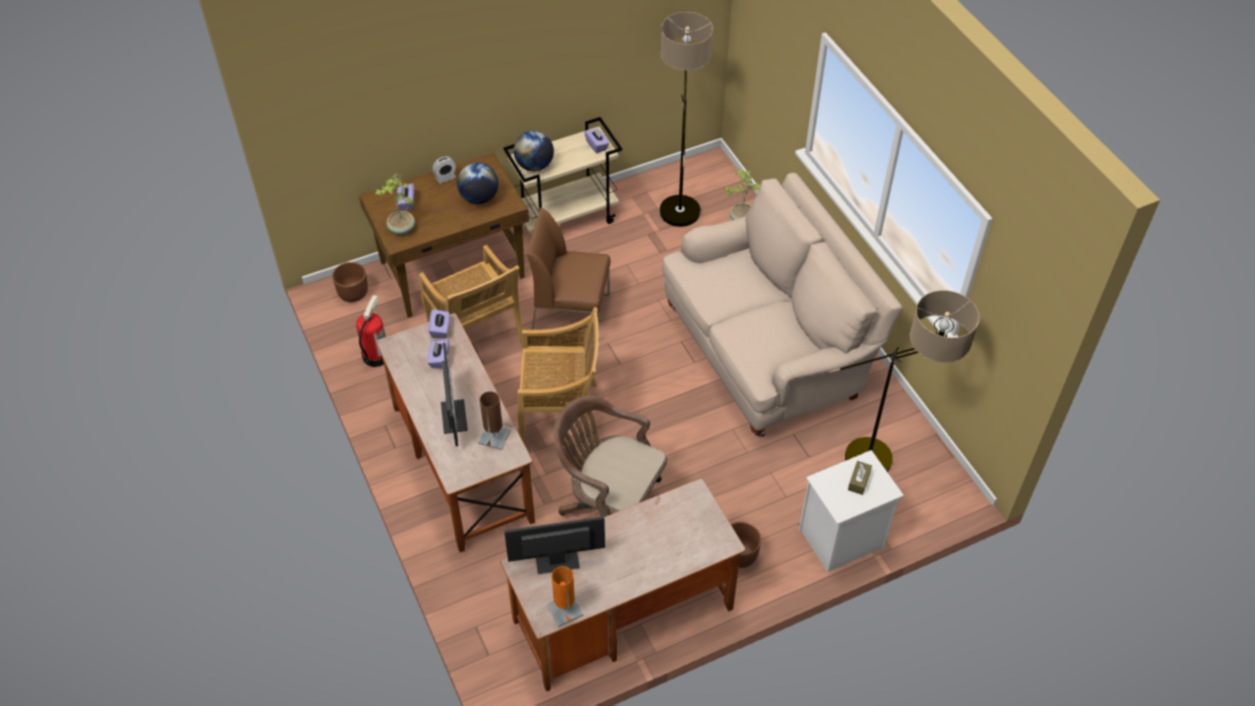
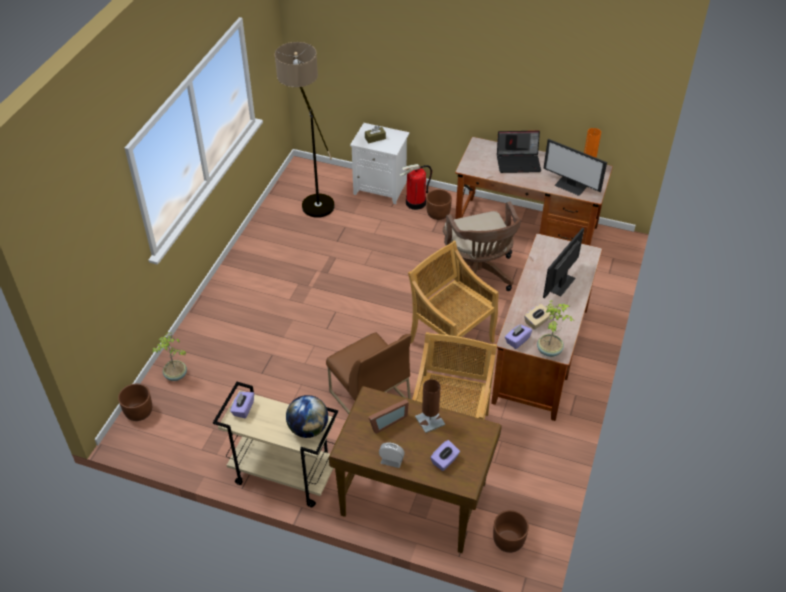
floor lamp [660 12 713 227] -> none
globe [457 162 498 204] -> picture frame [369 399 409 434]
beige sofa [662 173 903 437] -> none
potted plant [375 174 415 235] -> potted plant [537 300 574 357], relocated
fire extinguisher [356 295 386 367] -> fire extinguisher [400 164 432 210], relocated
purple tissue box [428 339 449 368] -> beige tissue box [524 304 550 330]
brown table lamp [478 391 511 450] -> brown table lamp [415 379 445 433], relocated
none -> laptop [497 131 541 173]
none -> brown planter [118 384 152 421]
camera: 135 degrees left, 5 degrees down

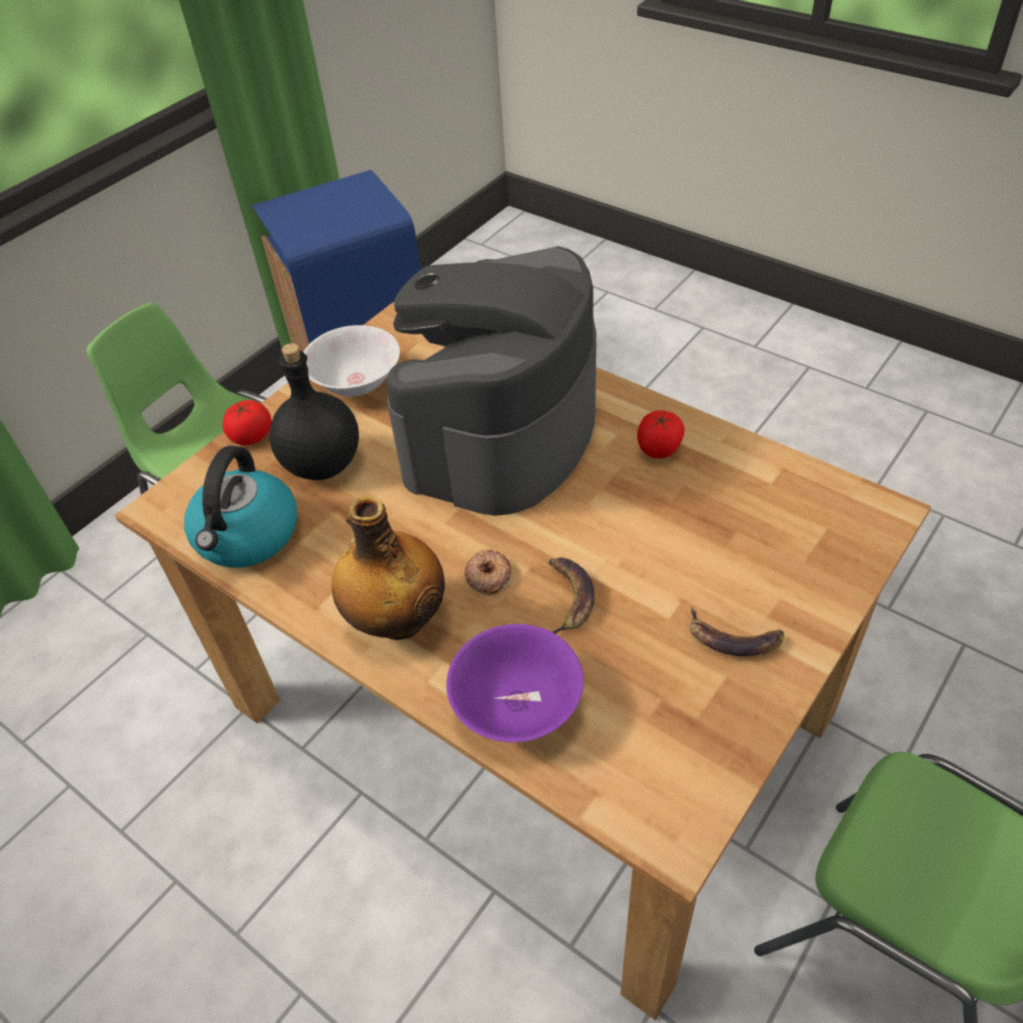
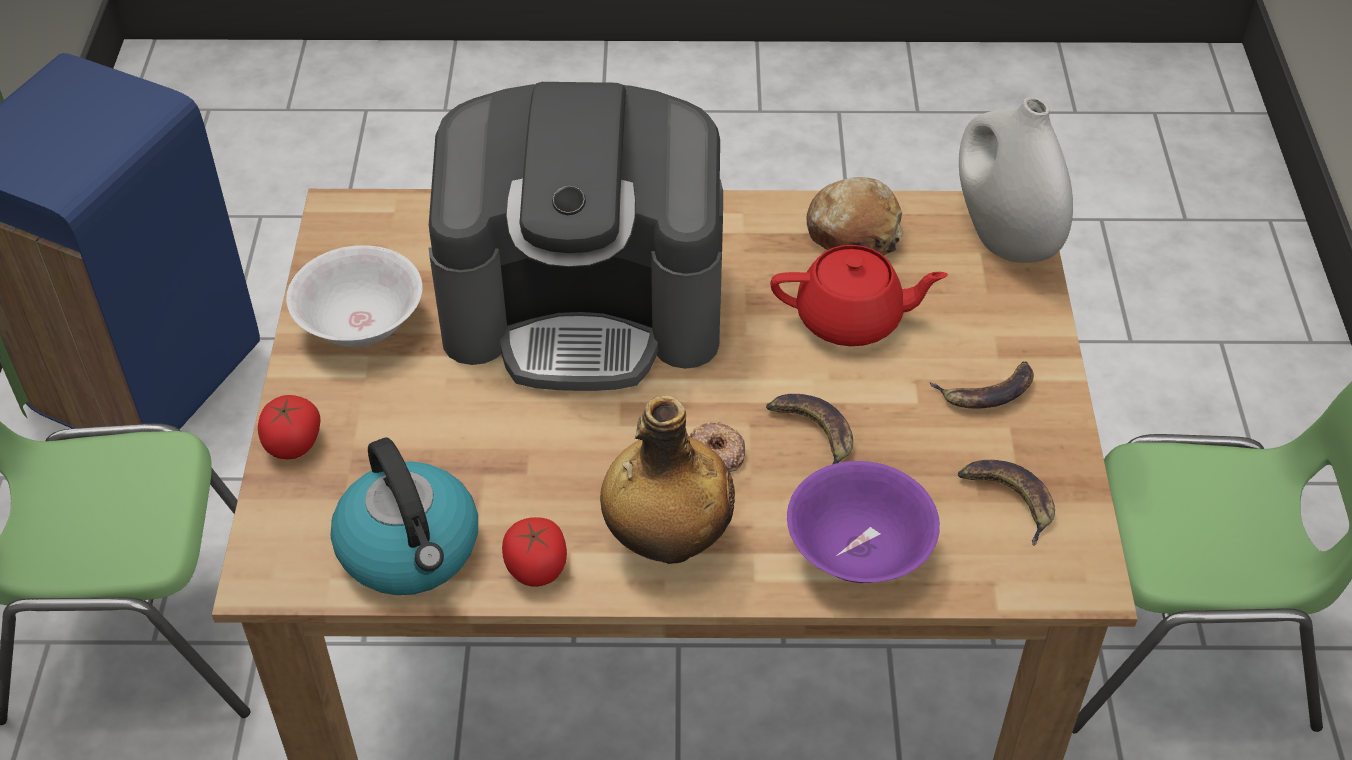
coffee machine [386 246 596 516] -> coffee machine [429 82 723 391], 75 degrees counterclockwise
black bottle [269 343 359 480] -> none
tomato [637 410 685 459] -> tomato [502 517 567 587], relocated
none -> white vase [959 97 1073 263]
none -> bread [807 177 904 256]
none -> red teapot [770 245 948 346]
none -> banana [958 460 1055 546]
camera: 40 degrees left, 0 degrees up

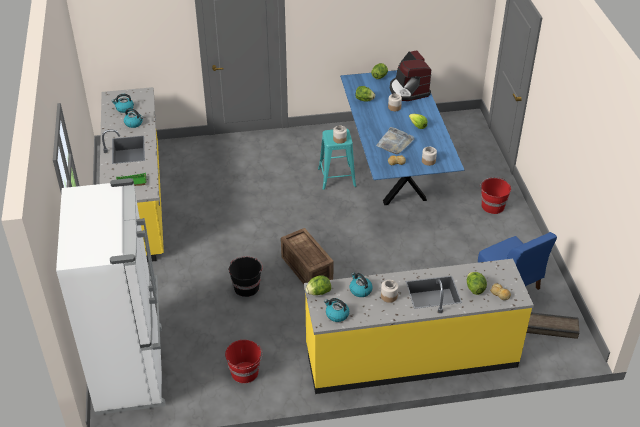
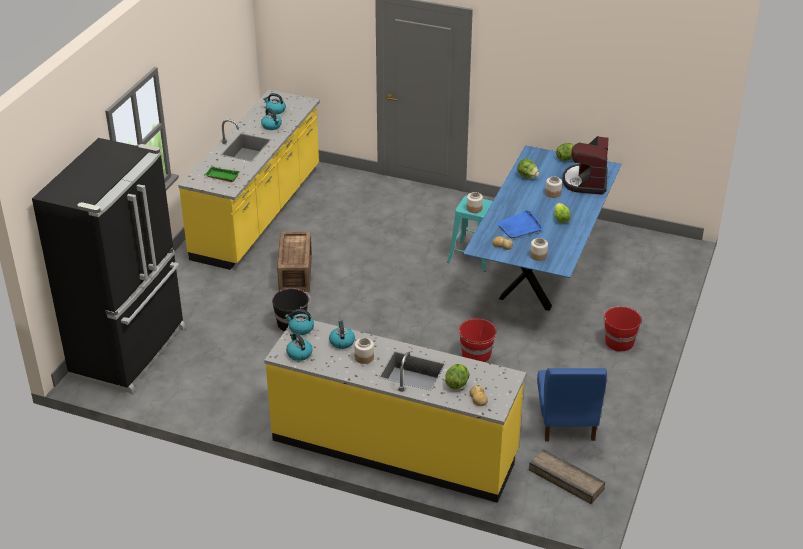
grey tray [376 127 415 154] -> blue tray [496 210 543 239]
white fridge [56 178 165 415] -> black fridge [32 138 186 394]
crate [281 228 334 284] -> crate [277 231 312 292], relocated
lettuce [306 275 331 295] -> kettle [285 309 314 335]
red bucket [225 340 263 383] -> red bucket [459 319 497 362], relocated
camera: 30 degrees right, 5 degrees down

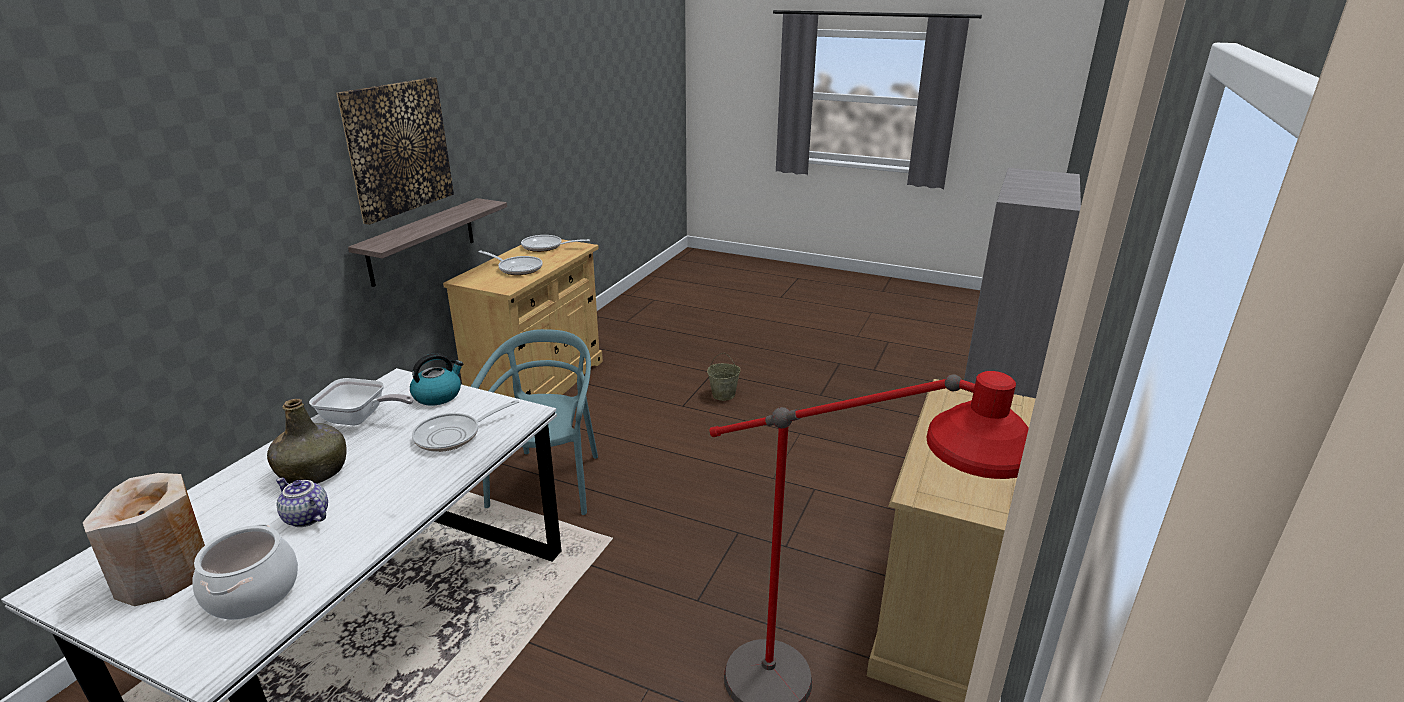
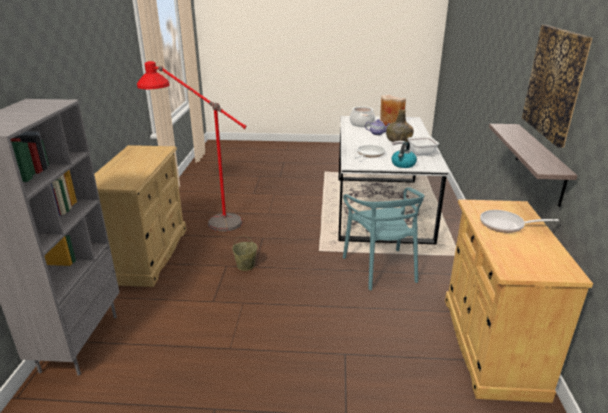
frying pan [521 235 590 252] -> none
beige bucket [707 353 740 401] -> beige bucket [232 235 258 271], relocated
camera: 160 degrees right, 0 degrees up

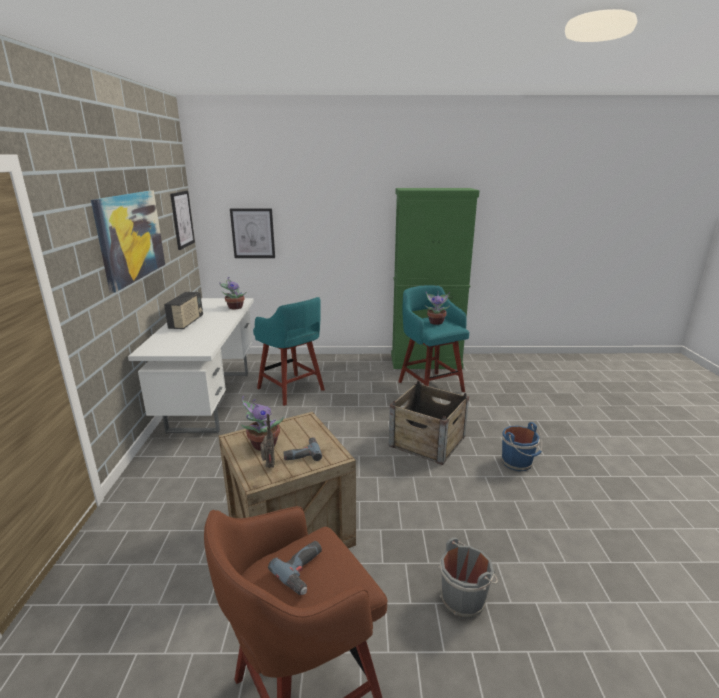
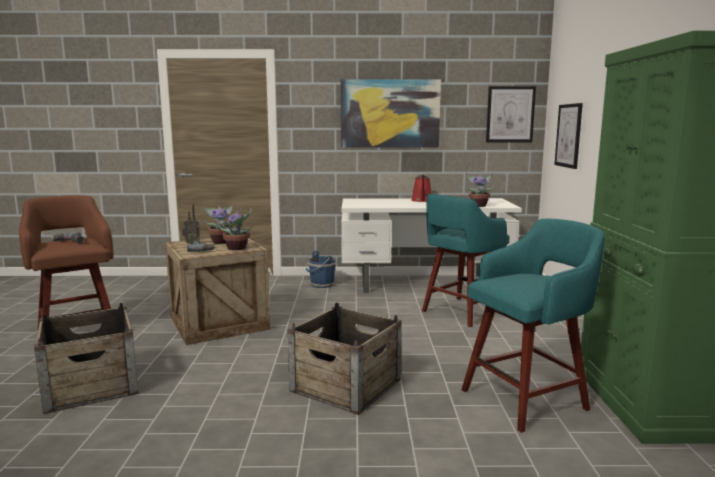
radio [164 292 203 329] -> red watering can [411 175 432 202]
potted plant [425 292 450 325] -> potted plant [219 207 252 250], relocated
blue bucket [501 422 542 471] -> blue bucket [306 251 337 288], relocated
grey bucket [438 537 498 618] -> crate [34 303 139 414]
camera: 90 degrees right, 10 degrees down

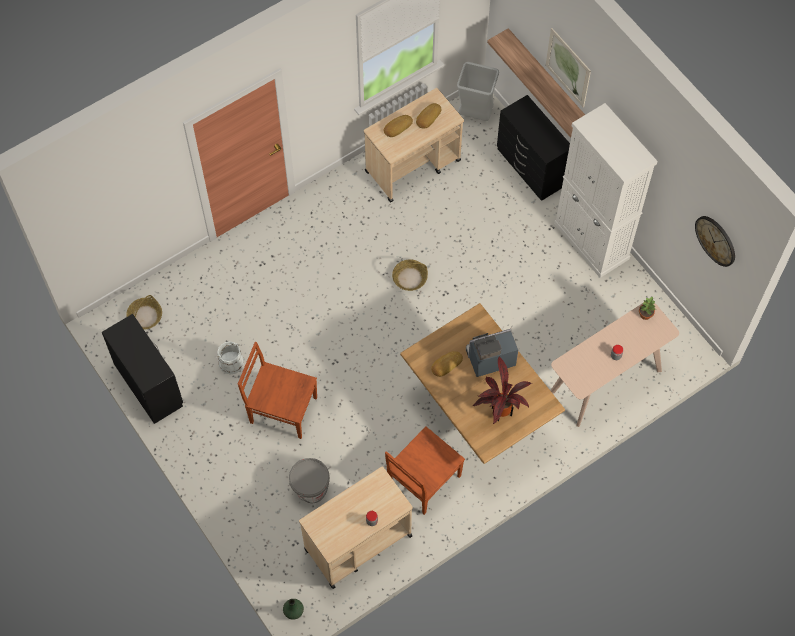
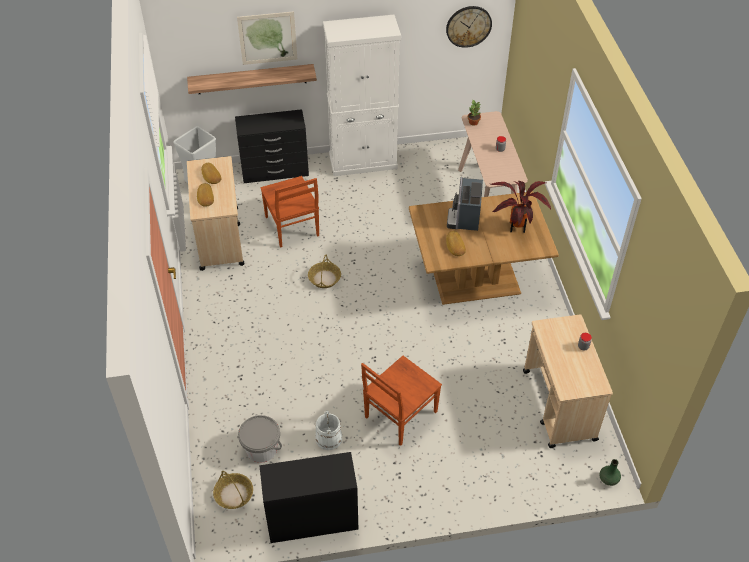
brown chair [385 427 465 515] -> brown chair [260 176 319 248], relocated
grey bucket [289 458 330 503] -> grey bucket [238 415 282 463], relocated
camera: 65 degrees left, 15 degrees down

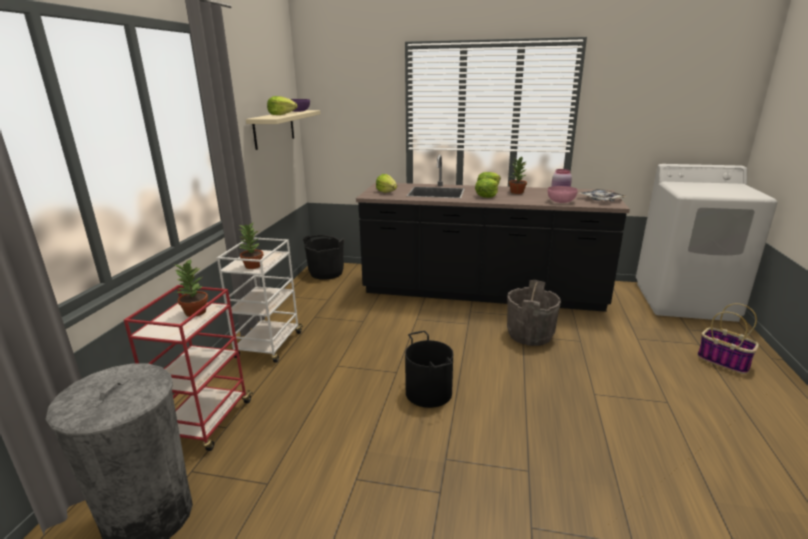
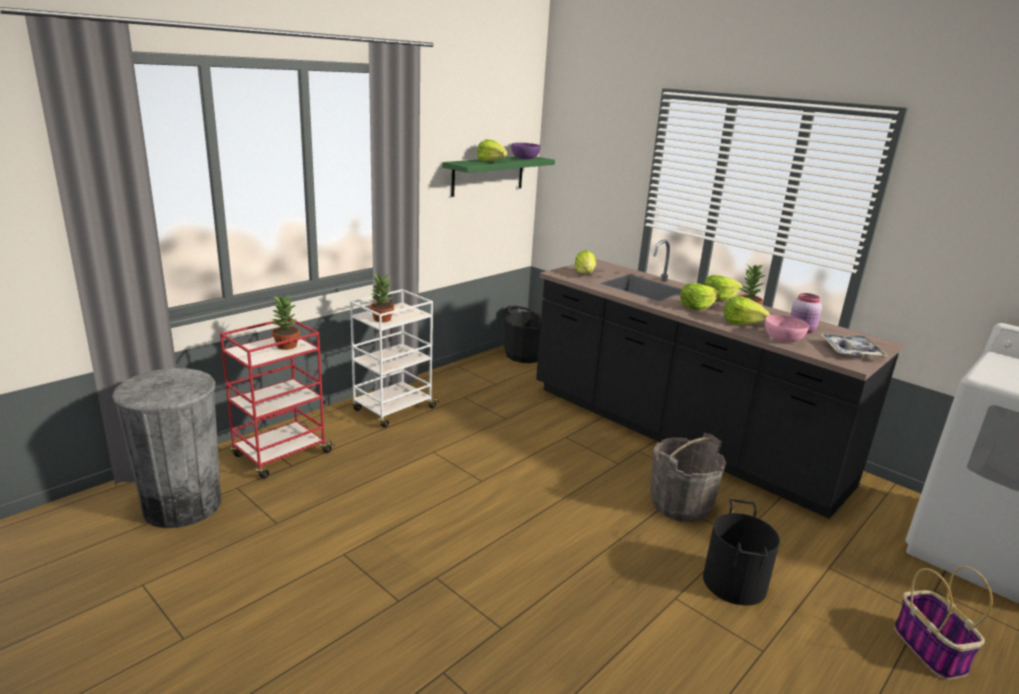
beige shelf [246 110 320 150] -> green shelf [442 157 555 197]
black bucket [405 331 453 408] -> black bucket [703 499 780 605], relocated
none -> lettuce [724 296 770 325]
camera: 30 degrees right, 0 degrees up

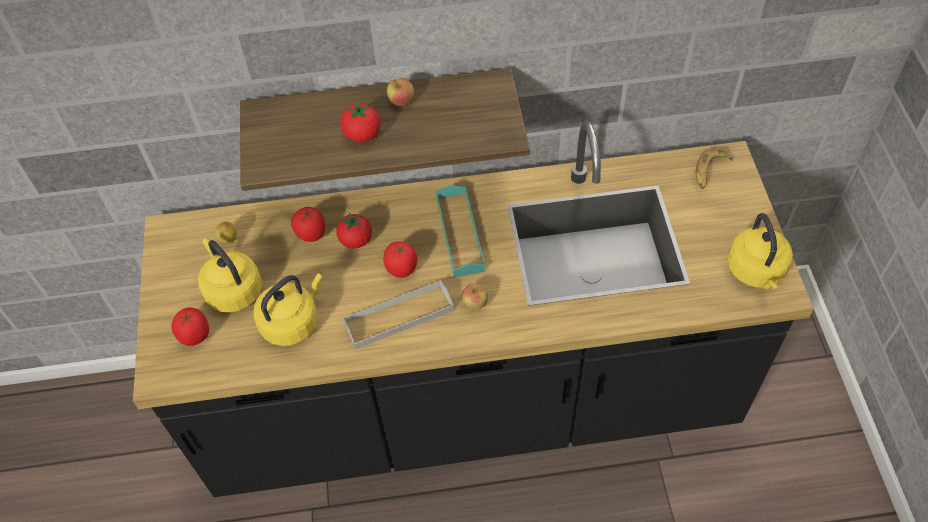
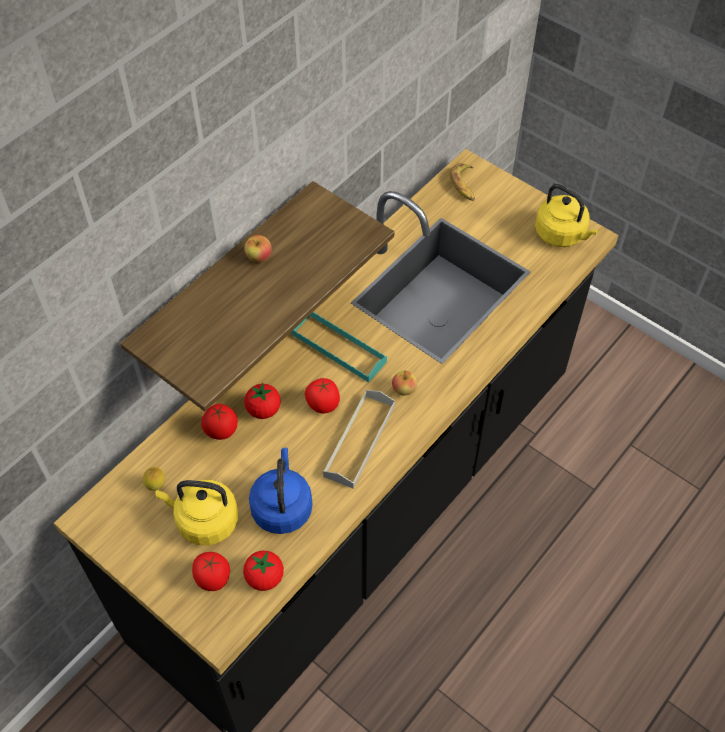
tomato [340 101 381 142] -> tomato [243 551 284 591], relocated
yellow kettle [253 273 323 346] -> blue kettle [249 447 313 534]
camera: 45 degrees left, 0 degrees up

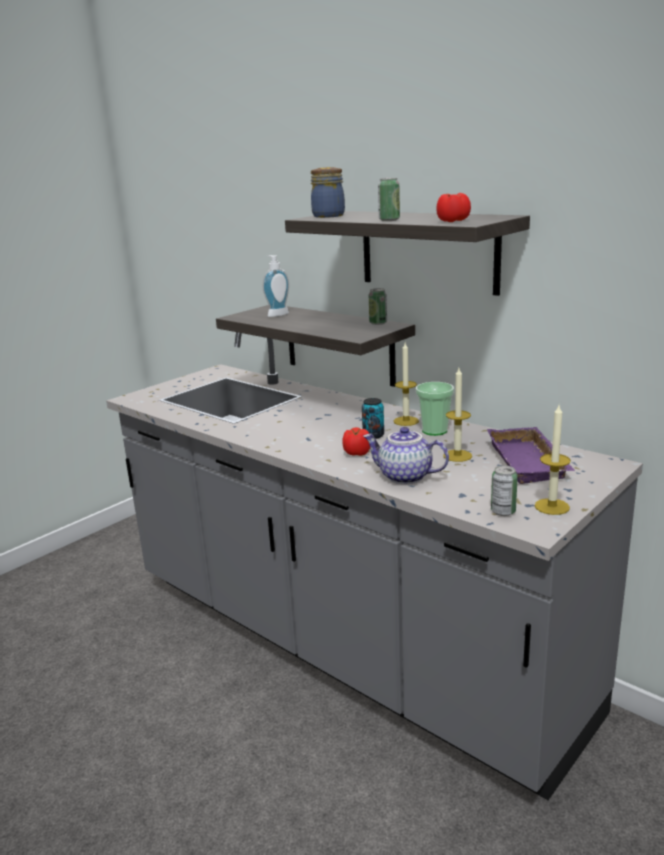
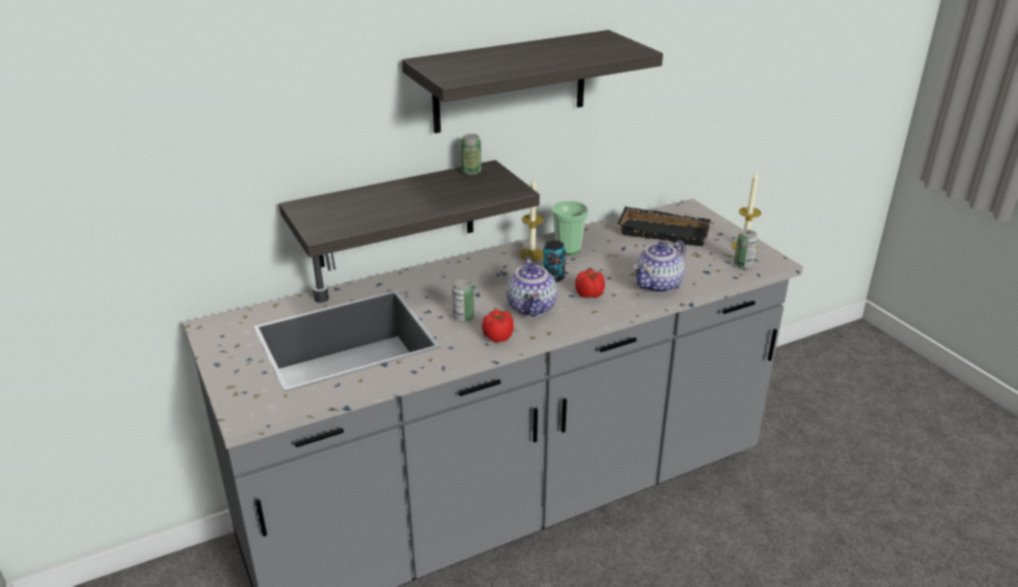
jar [311 167 345 218] -> none
can [378 178 400 221] -> can [452 279 474 322], relocated
tomato [436 193 471 222] -> tomato [482 310 514 342], relocated
soap dispenser [263 255 289 317] -> none
candle [443 368 472 462] -> none
purple tray [487 427 575 484] -> black tray [617 206 711 246]
none -> teapot [506 257 557 316]
camera: 70 degrees left, 10 degrees up

